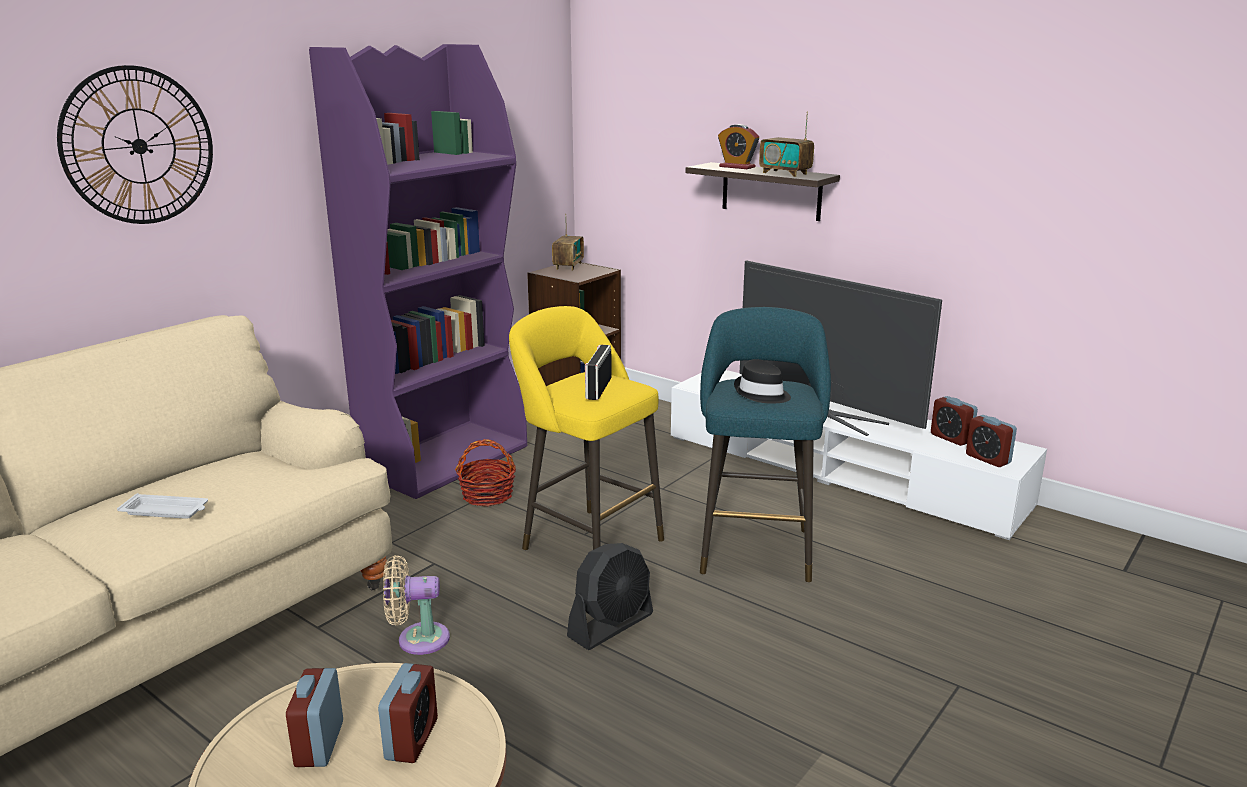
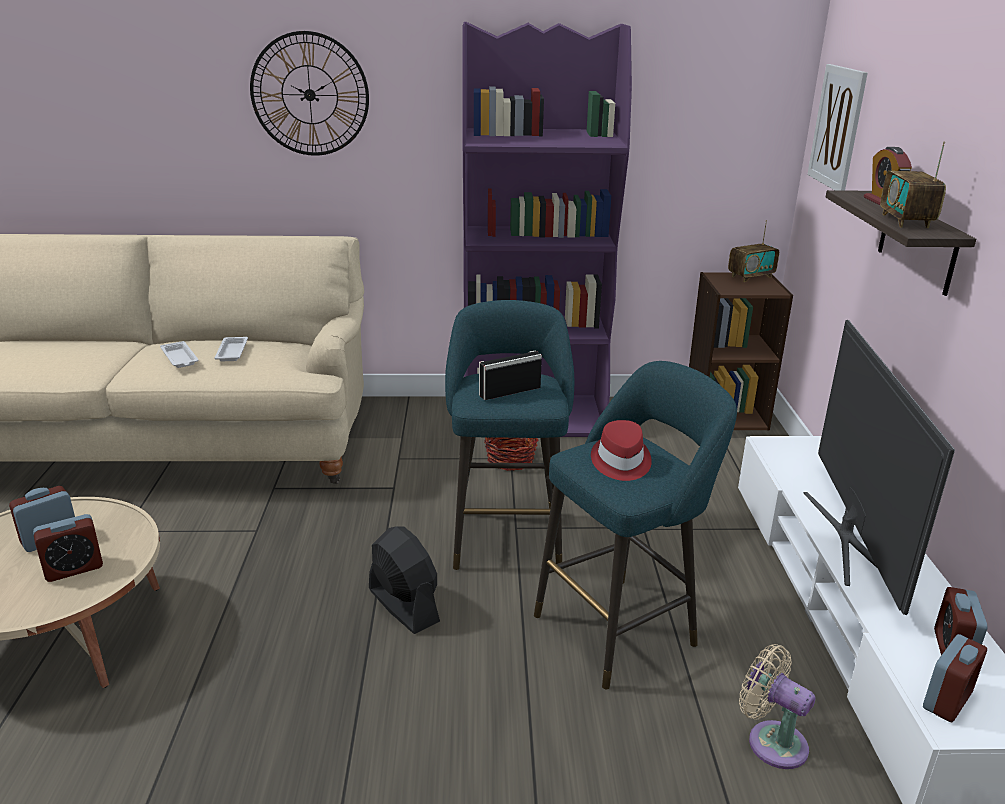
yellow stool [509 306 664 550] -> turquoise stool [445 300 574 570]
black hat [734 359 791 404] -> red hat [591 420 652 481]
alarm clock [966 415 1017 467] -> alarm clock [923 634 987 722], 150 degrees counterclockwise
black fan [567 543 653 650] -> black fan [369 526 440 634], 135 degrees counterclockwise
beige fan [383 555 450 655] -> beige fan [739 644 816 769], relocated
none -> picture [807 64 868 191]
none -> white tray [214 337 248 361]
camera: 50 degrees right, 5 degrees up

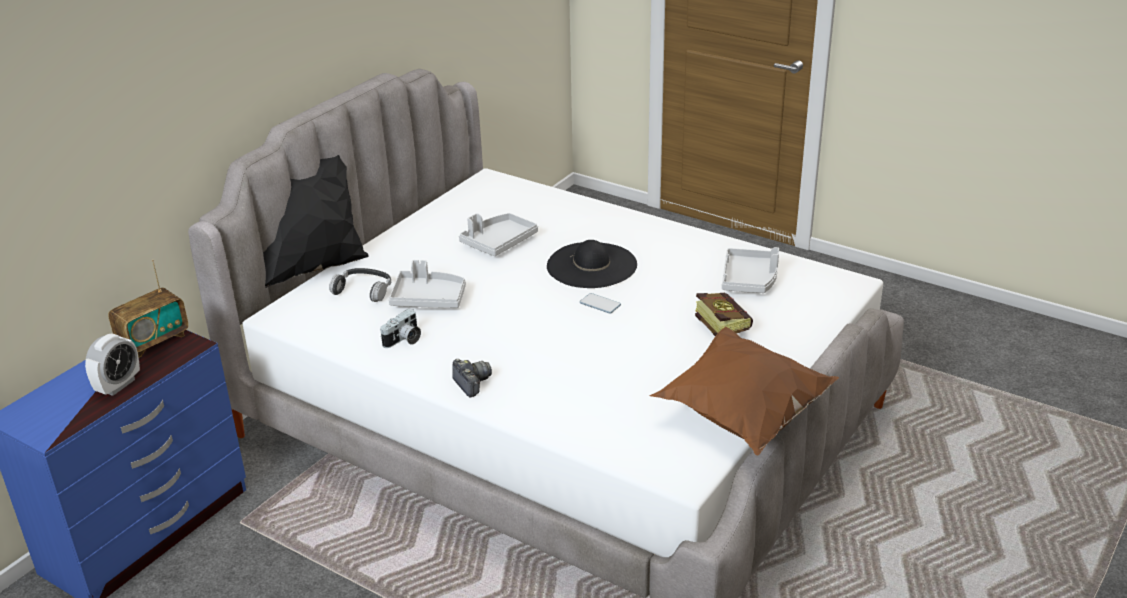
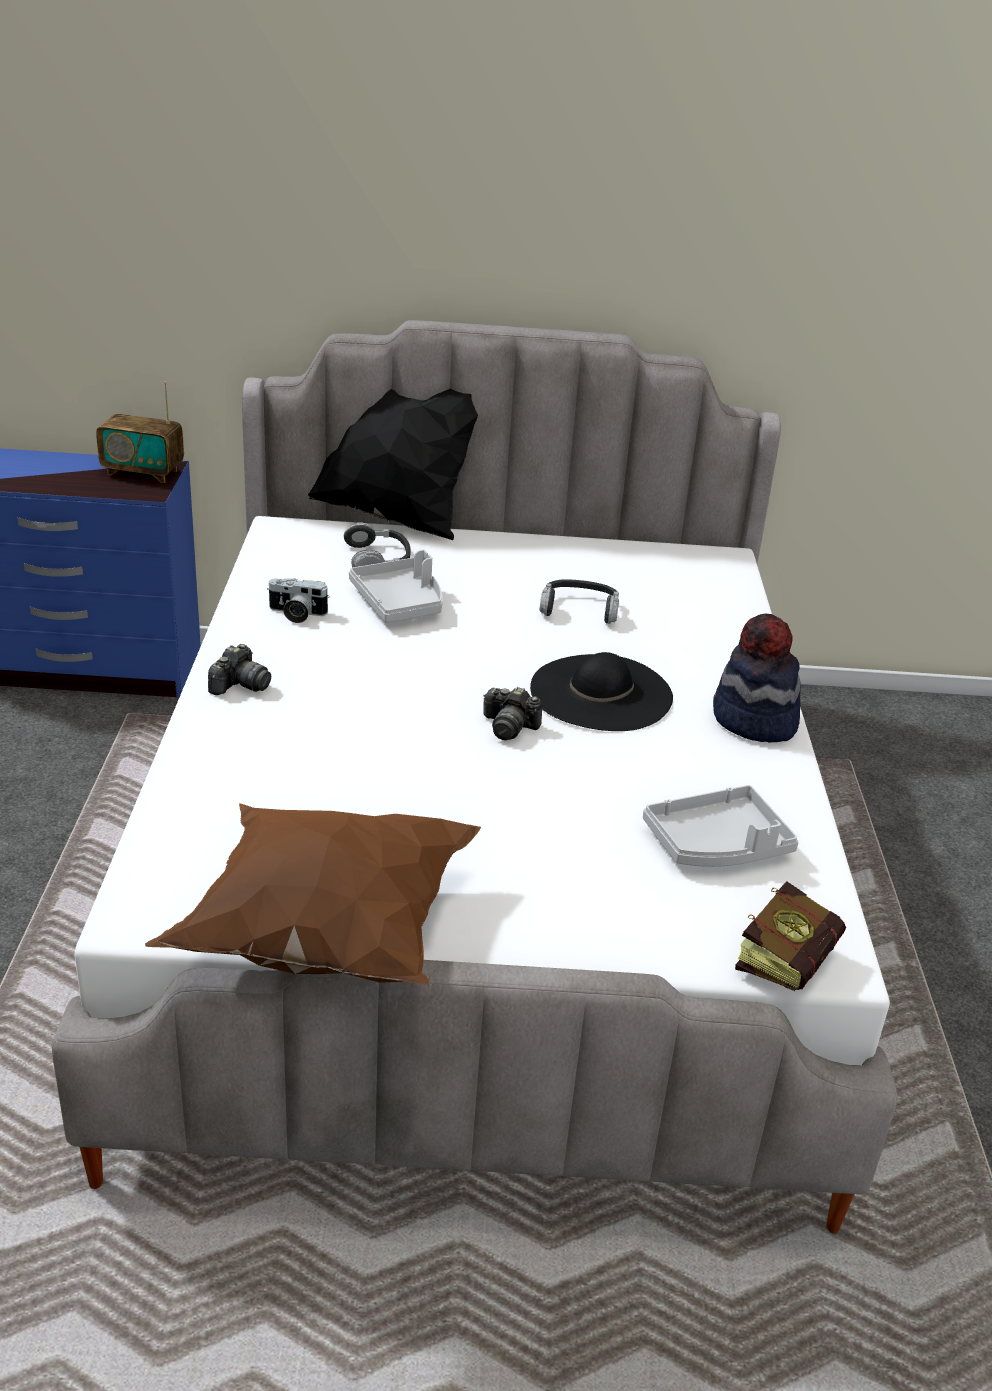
grey tray [459 213 538 256] -> headphones [540 580 619 624]
phone [580 293 621 314] -> photo camera [483 687 542 740]
book [695 293 753 336] -> book [735 881 846 991], relocated
alarm clock [85 333 140 396] -> none
none -> hat [713 613 801 742]
camera: 55 degrees right, 0 degrees up

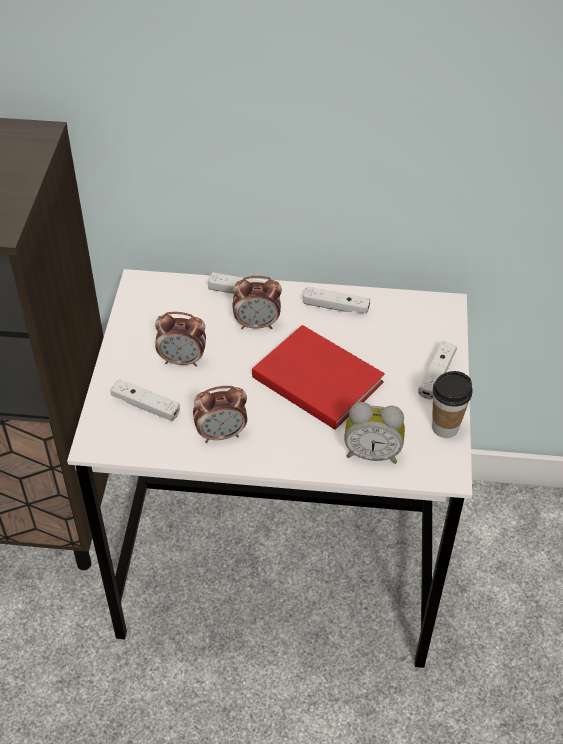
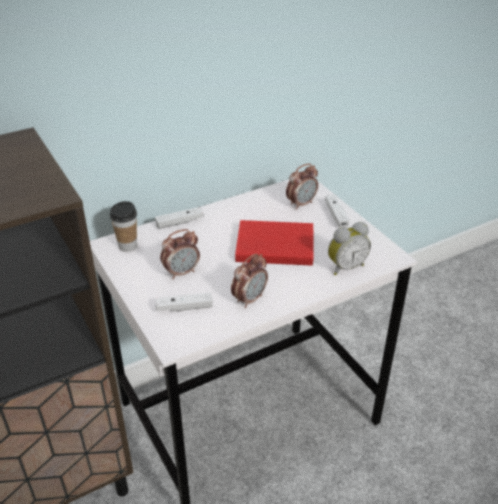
alarm clock [233 276 282 329] -> alarm clock [286 163 318 210], relocated
white game controller [303 287 370 314] -> none
cup [432 371 472 438] -> cup [110 201 137 252], relocated
camera: 35 degrees left, 10 degrees down

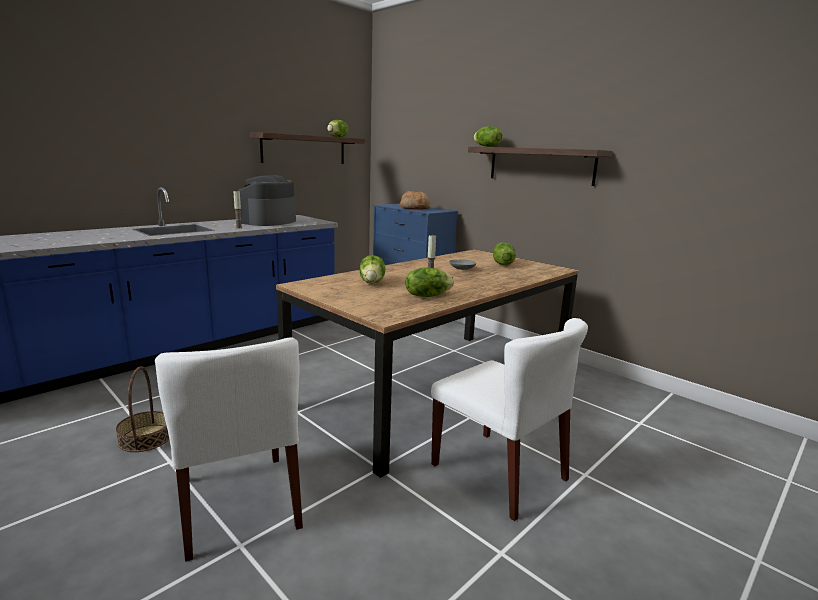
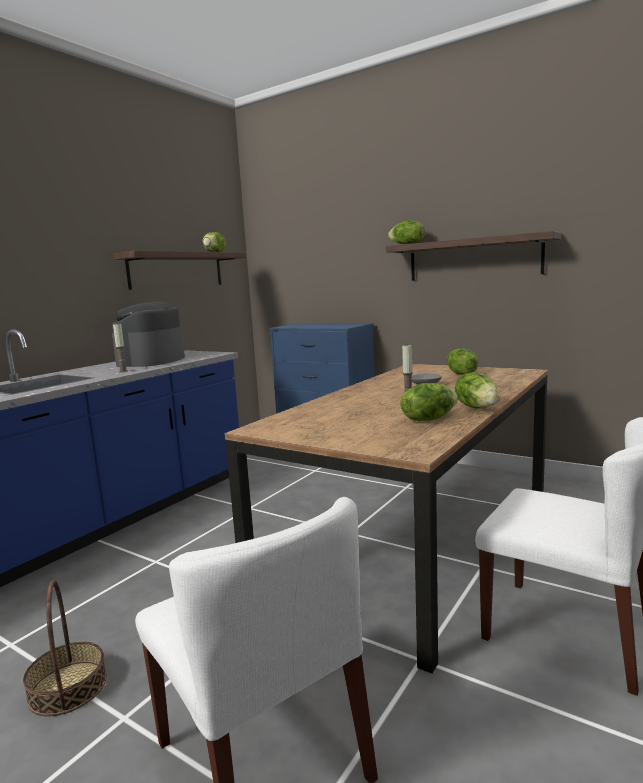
bread [400 191 431 209] -> none
lettuce [359 255 386 283] -> lettuce [455 372 498 408], relocated
camera: 10 degrees left, 5 degrees down

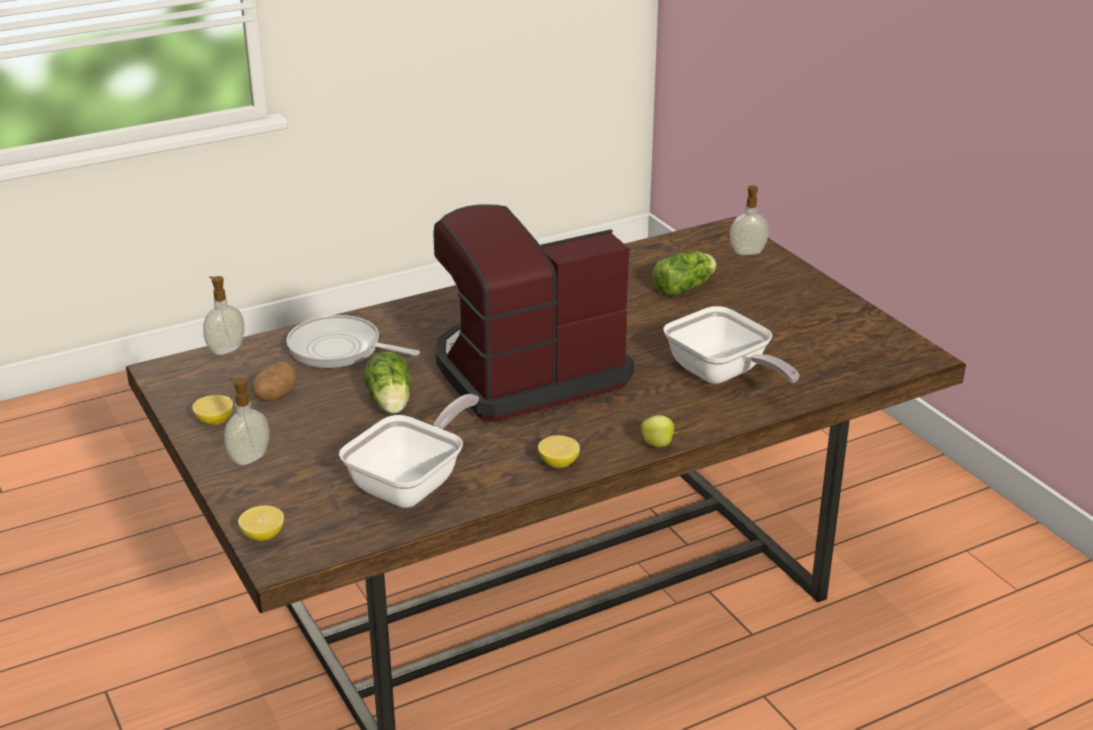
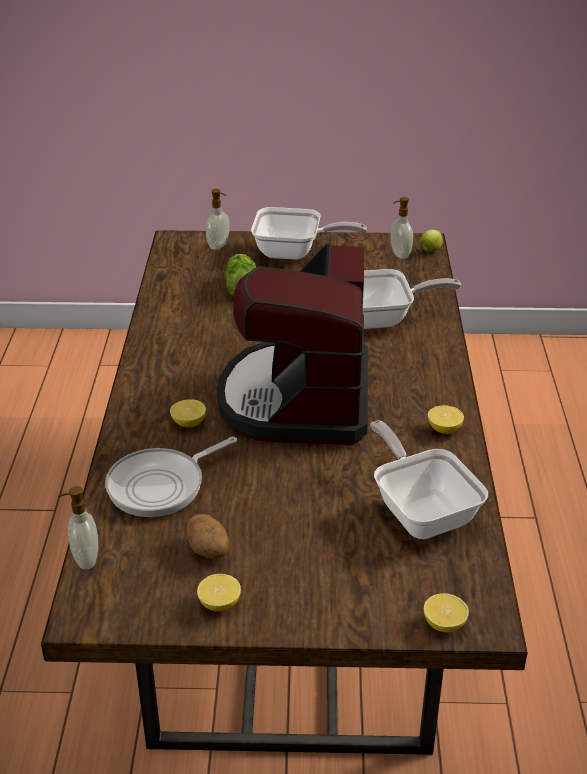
lettuce [364 352 411 414] -> none
soap dispenser [224 378 269 465] -> soap dispenser [391 197 413 259], relocated
apple [640 415 678 448] -> apple [420 230 443 252], relocated
none -> frying pan [251 207 367 260]
none -> lemon [170 399 206 427]
camera: 60 degrees left, 5 degrees up

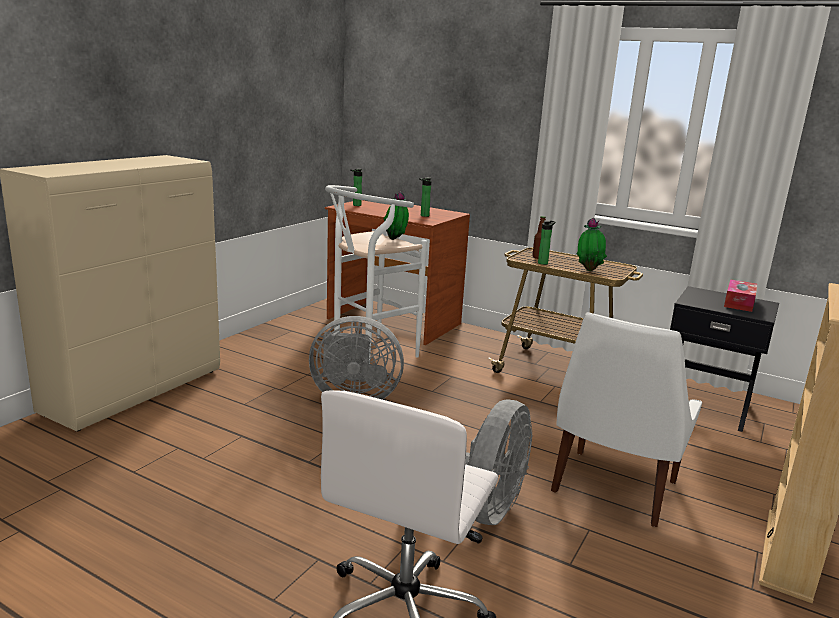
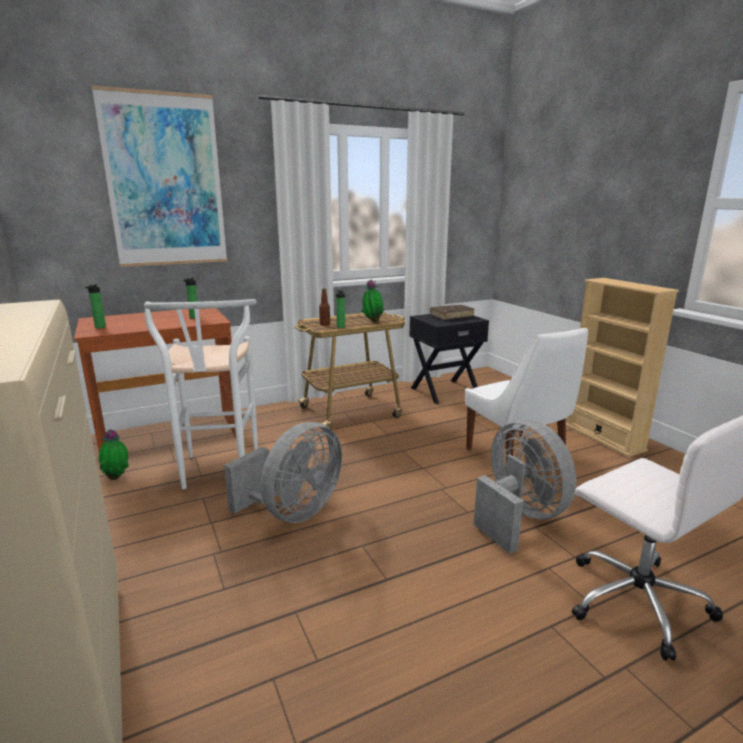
potted plant [383 191 409 240] -> potted plant [99 429 129 480], relocated
tissue box [724 279 757 312] -> brown book [430 305 475 320]
none -> picture [92 85 227 267]
camera: 55 degrees left, 0 degrees up

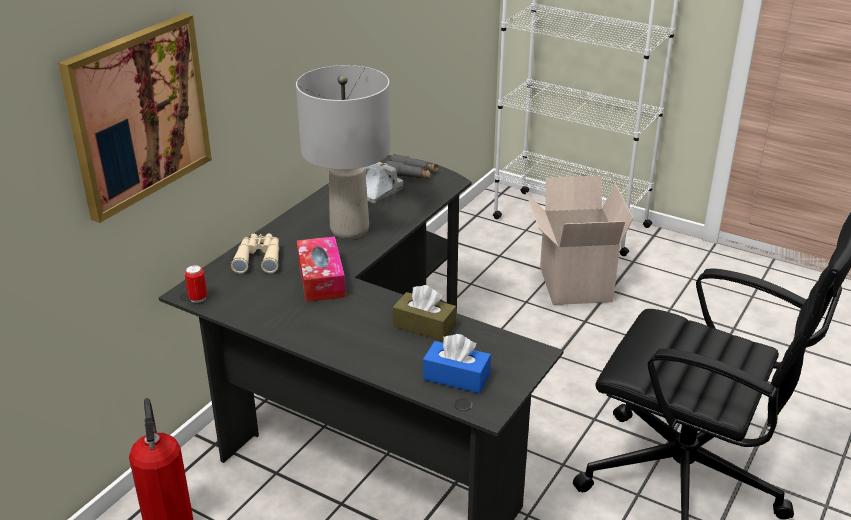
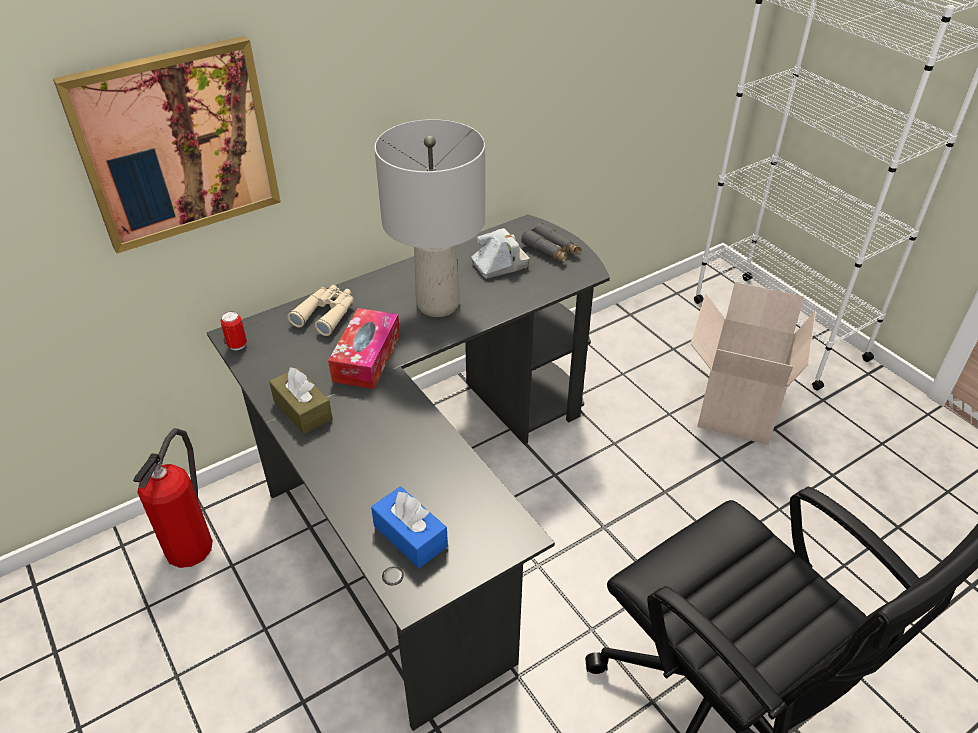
brown tissue box [393 285 456 341] -> brown tissue box [269 367 332 434], relocated
camera: 25 degrees right, 10 degrees up

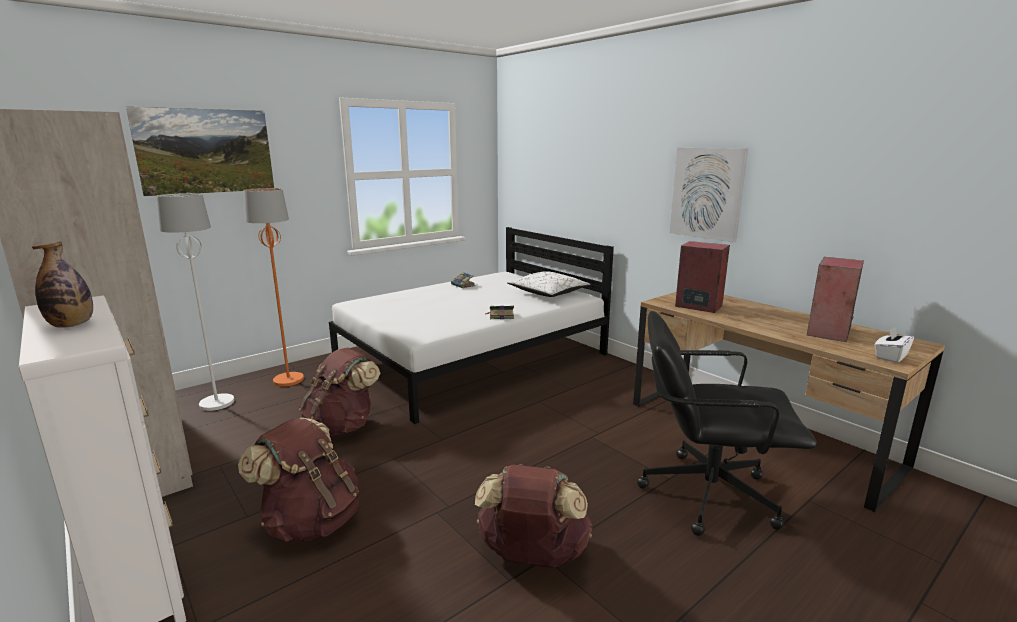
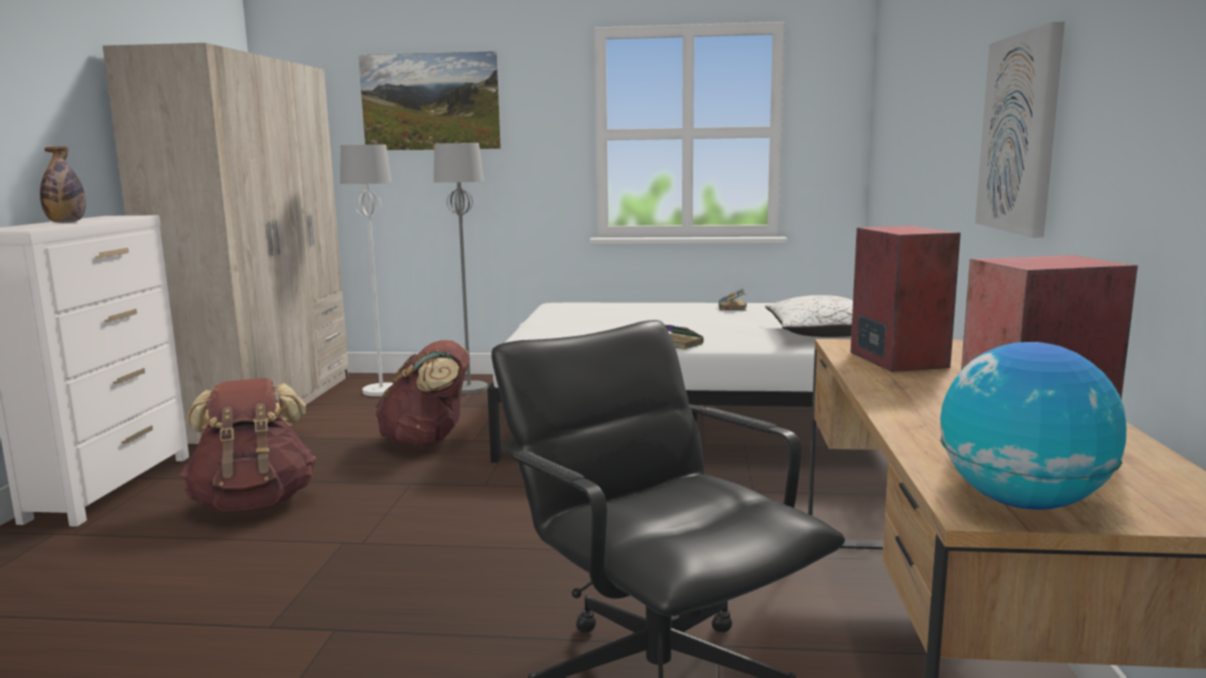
orange floor lamp [244 188 304 387] -> grey floor lamp [434 143 488 394]
white tissue box [874 326 914 363] -> globe [940 342 1126 510]
brown backpack [475 464 593 568] -> none
camera: 45 degrees right, 5 degrees down

